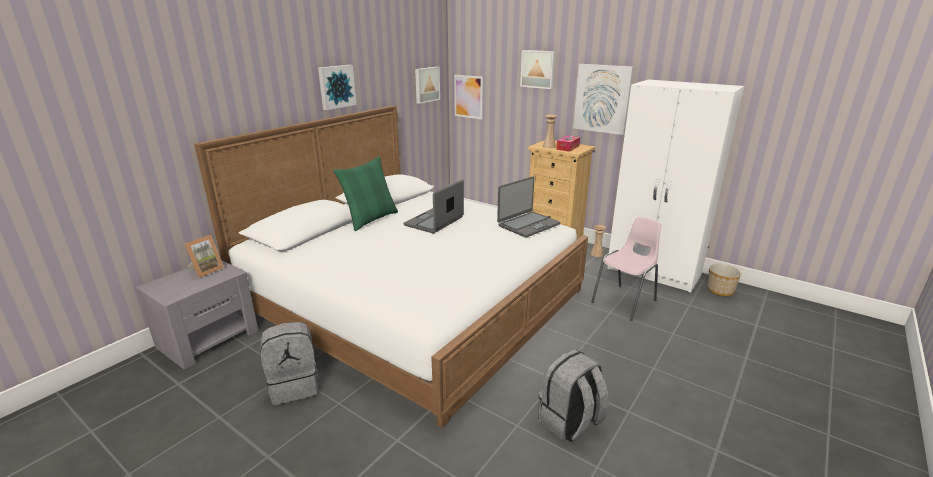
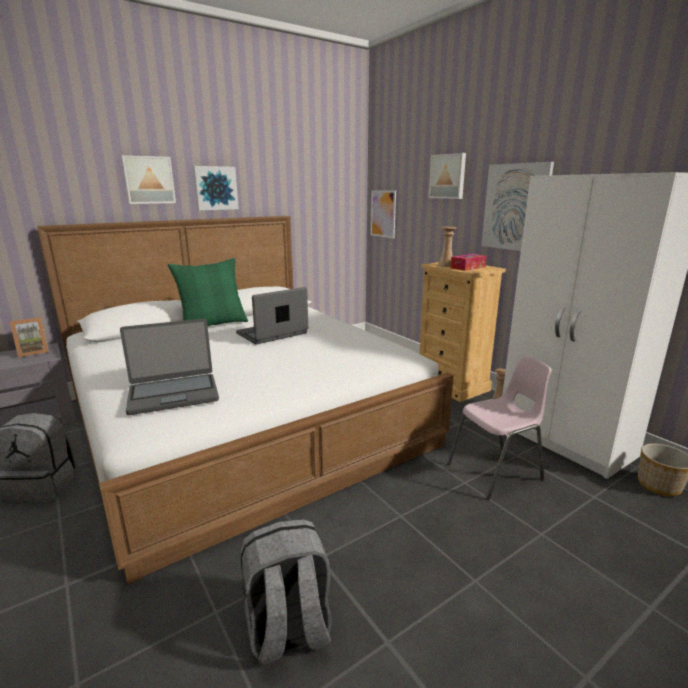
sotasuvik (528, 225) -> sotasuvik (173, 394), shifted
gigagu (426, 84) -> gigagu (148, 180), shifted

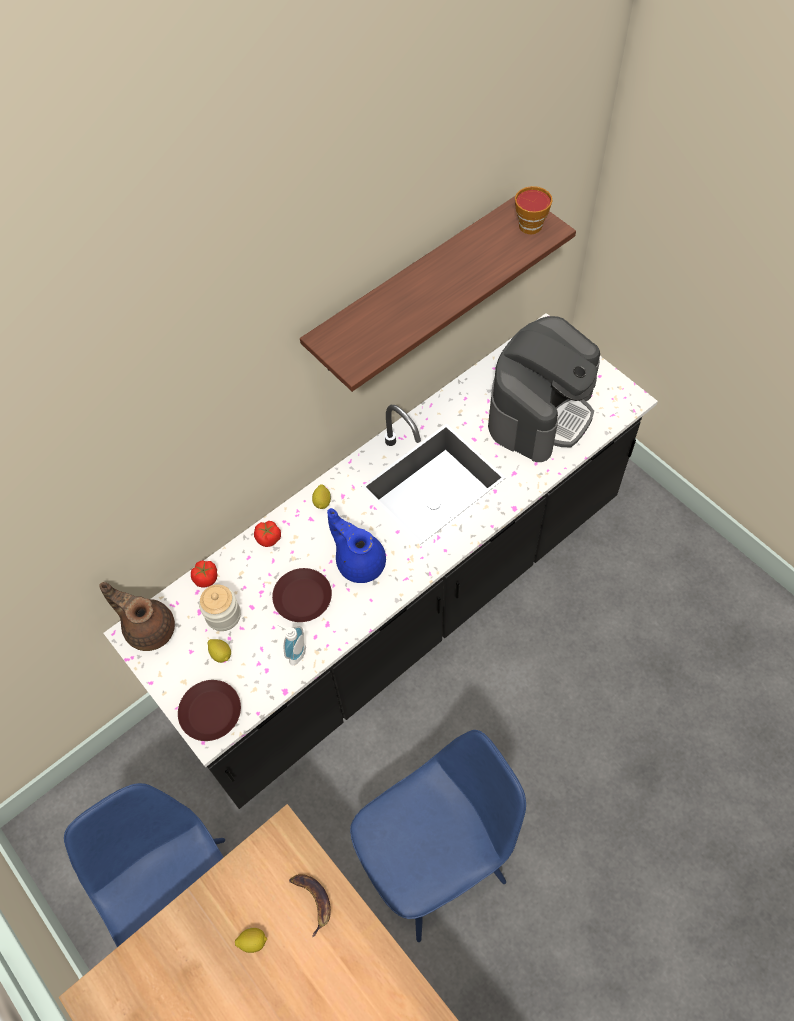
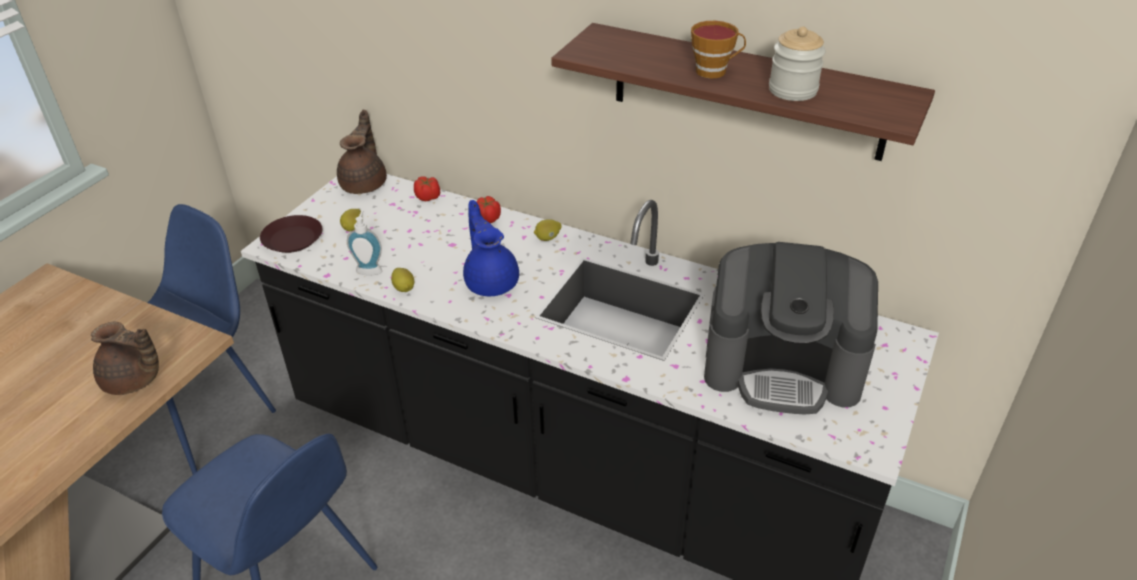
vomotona (312, 901) -> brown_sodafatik (134, 381)
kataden (253, 941) -> kataden (404, 288), shifted
blue_sodafatik (359, 561) -> blue_sodafatik (491, 281), 45 degrees counterclockwise
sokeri (531, 223) -> sokeri (714, 71), shifted
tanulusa (223, 615) -> tanulusa (792, 90), shifted
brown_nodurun (302, 598) -> none

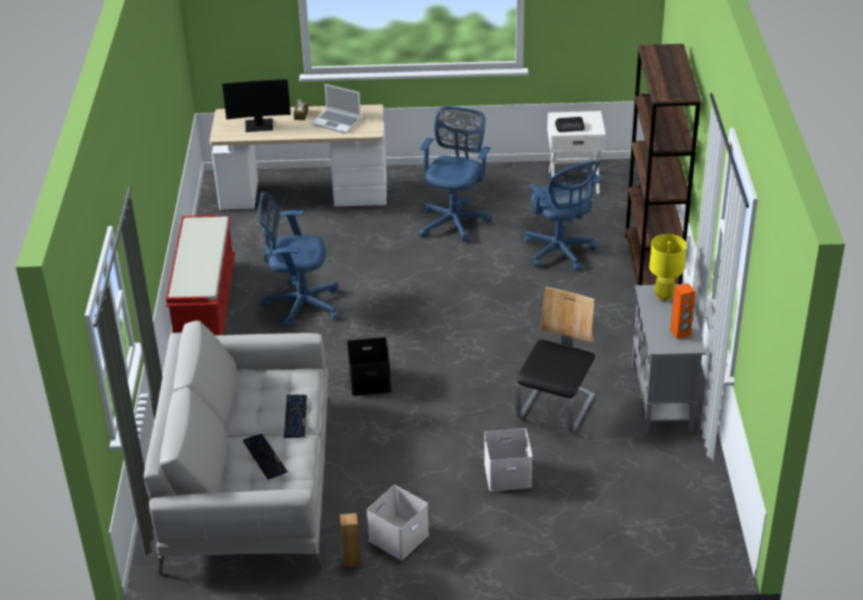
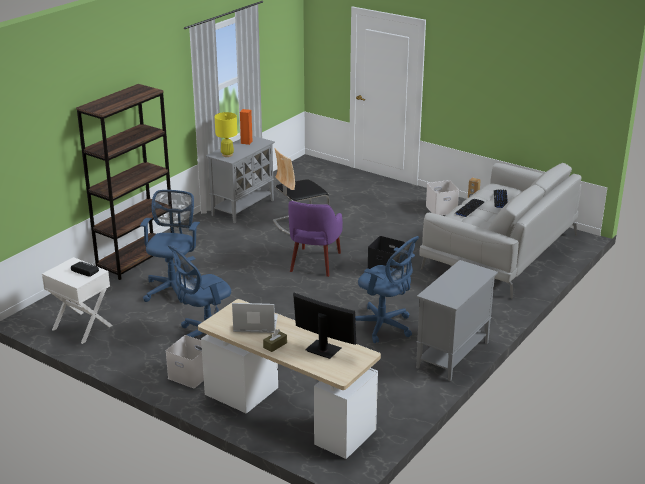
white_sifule (508, 474) -> white_sifule (189, 375), shifted
sotasuvik (337, 122) -> sotasuvik (255, 325), 60 degrees counterclockwise
none -> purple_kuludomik (314, 263)
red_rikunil (204, 303) -> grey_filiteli (452, 355)

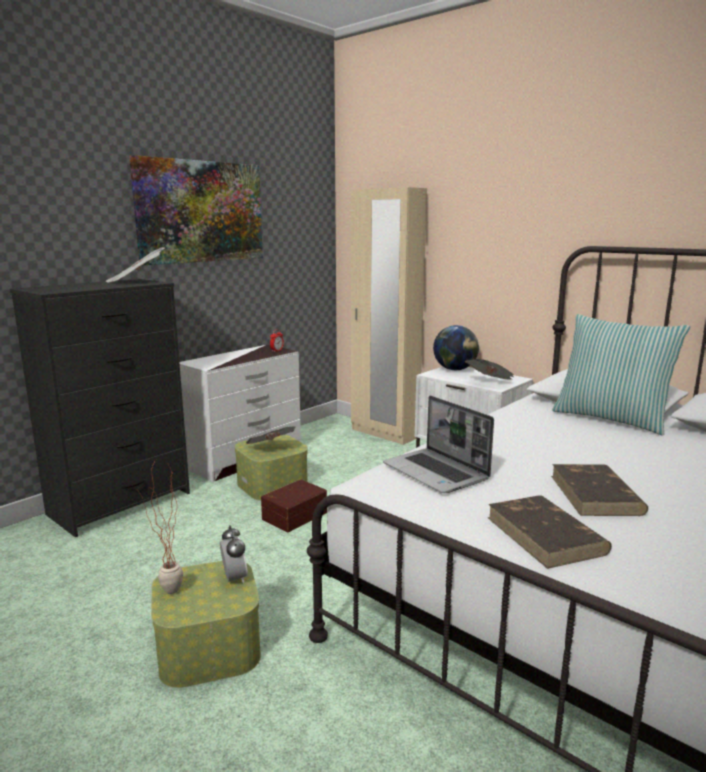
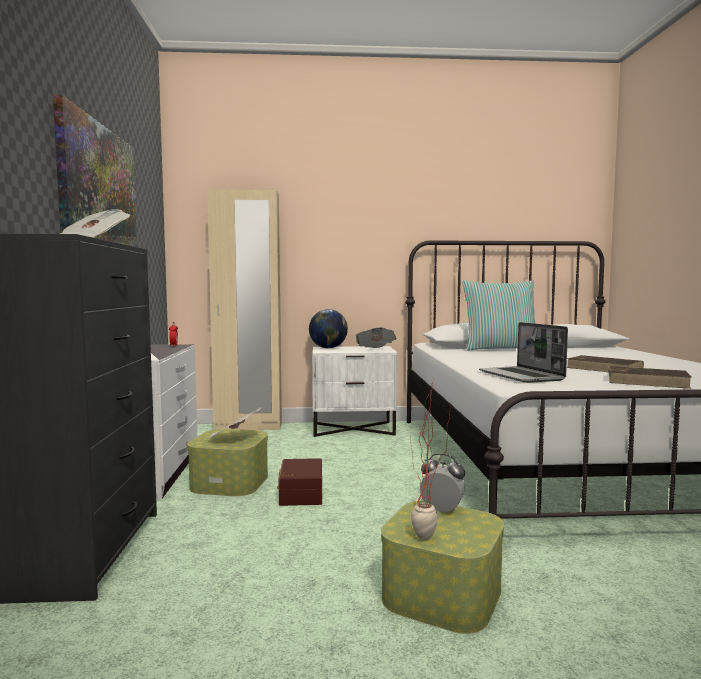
sotasuvik (437, 472) -> sotasuvik (522, 376), 60 degrees clockwise

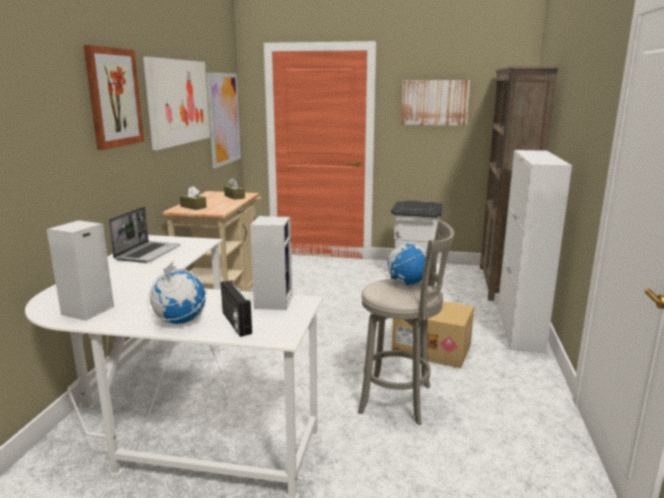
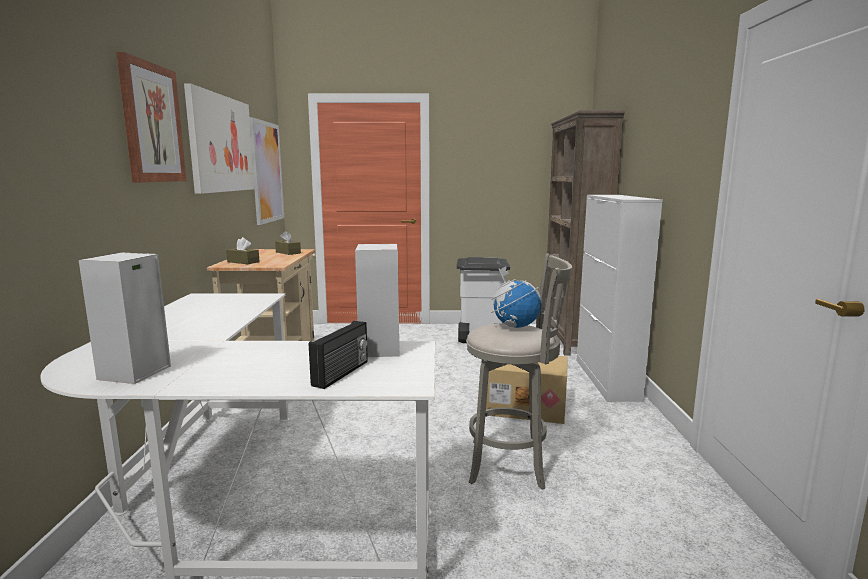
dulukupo (235, 323) -> dulukupo (342, 373), 120 degrees counterclockwise
sotasuvik (148, 253) -> none
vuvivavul (179, 322) -> none
gigagu (434, 102) -> none

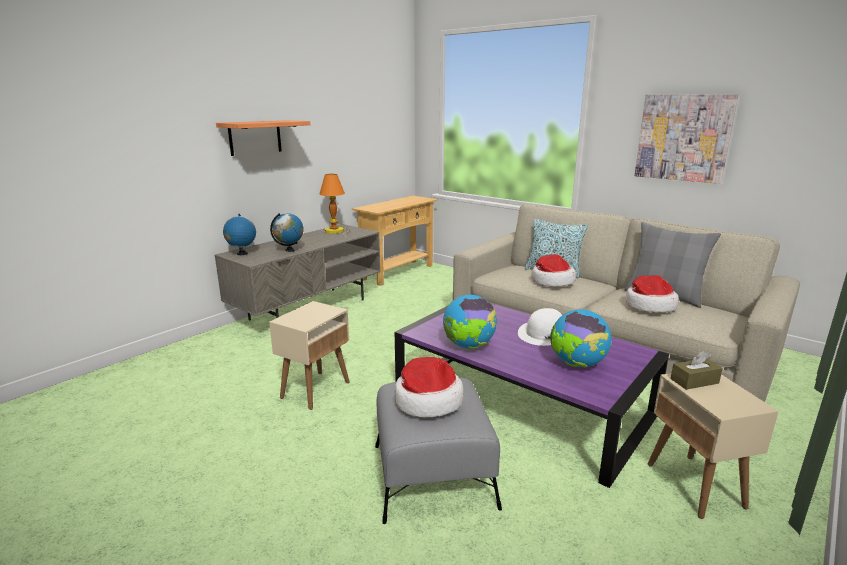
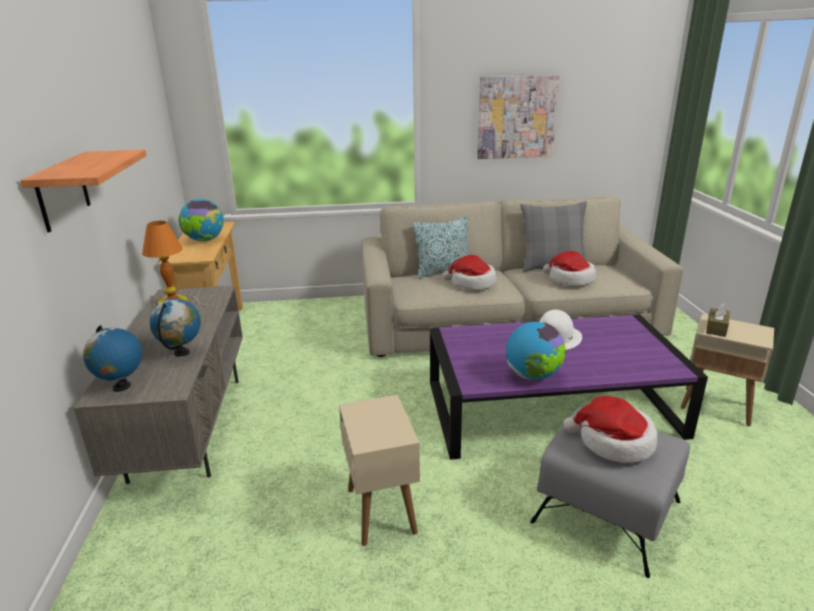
vuvivavul (577, 364) -> vuvivavul (205, 240), shifted

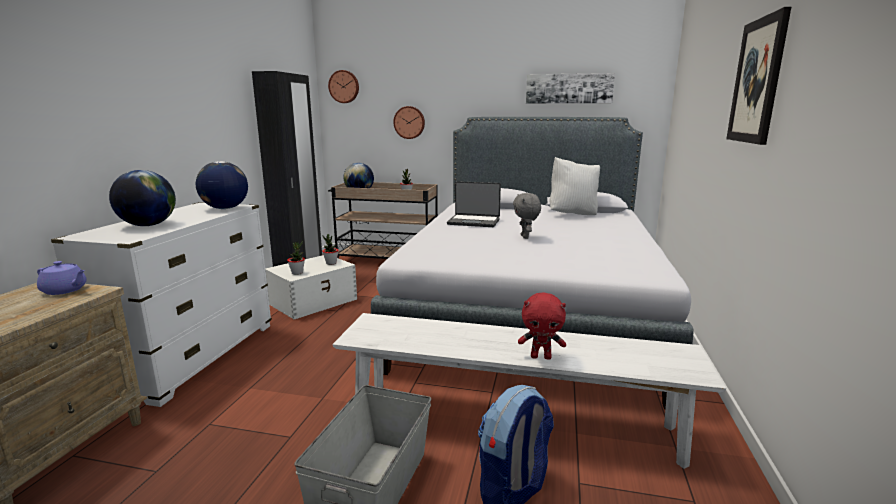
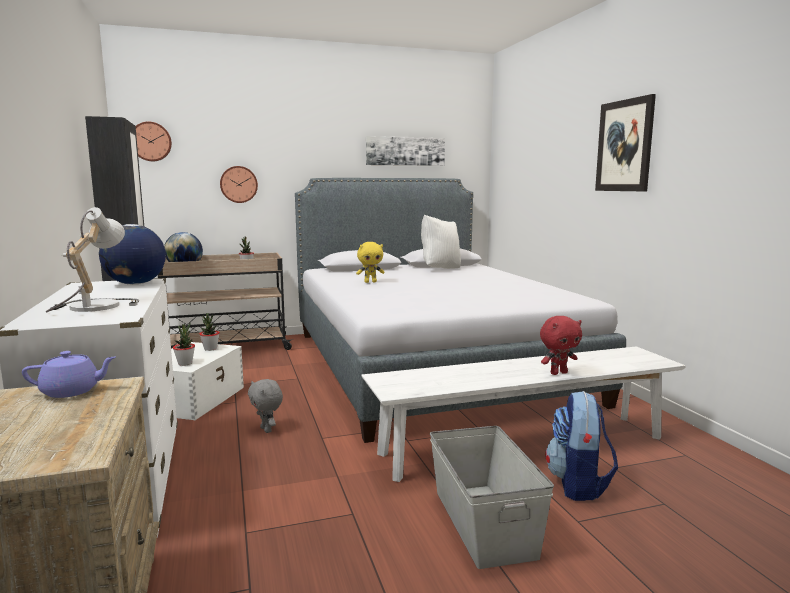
vuvivavul (148, 225) -> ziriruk (91, 306)
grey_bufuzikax (525, 237) -> grey_bufuzikax (267, 430), shifted
sotasuvik (474, 222) -> yellow_bufuzikax (370, 282)

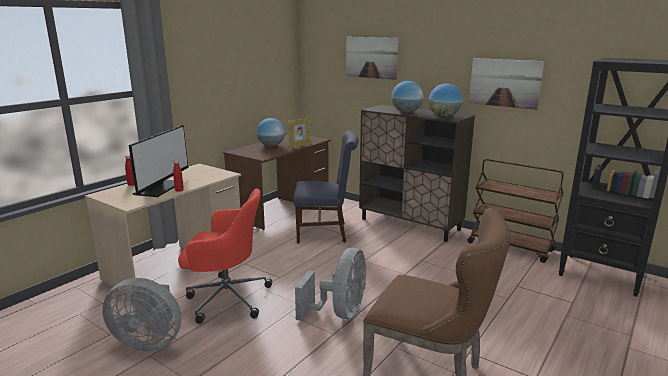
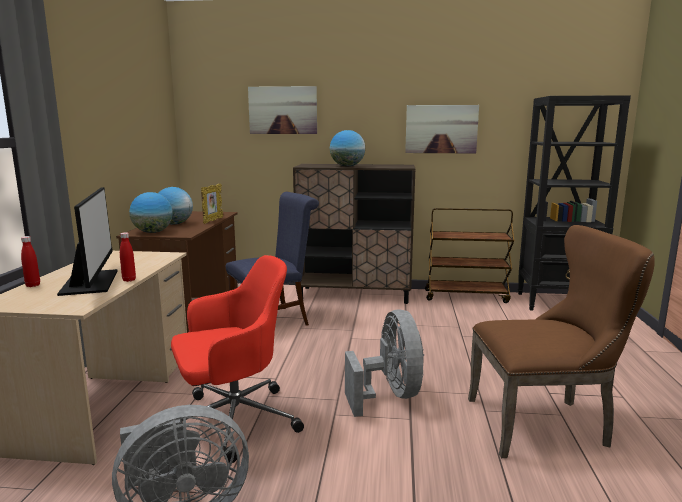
vuvivavul (444, 117) -> vuvivavul (152, 232), shifted

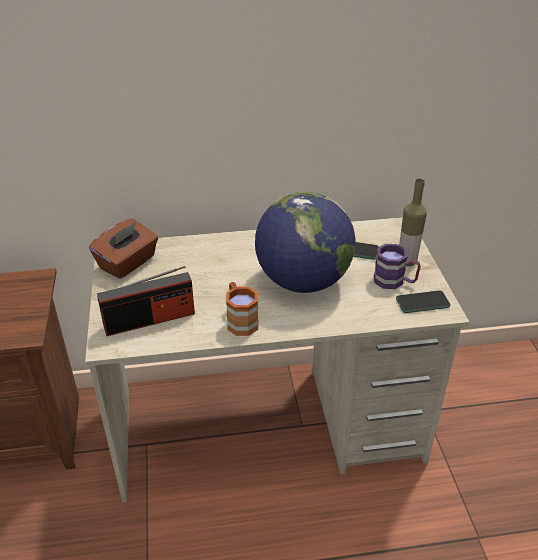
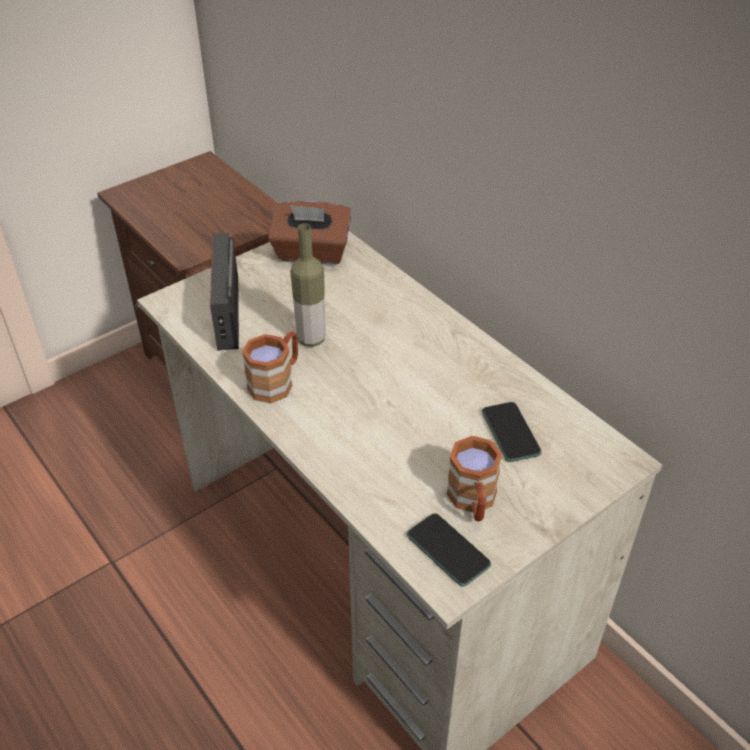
dulukupo (150, 320) -> dulukupo (228, 312), 45 degrees clockwise
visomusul (407, 261) -> visomusul (311, 339), shifted
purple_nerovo (395, 281) -> brown_nerovo (473, 501)
vuvivavul (303, 281) -> none

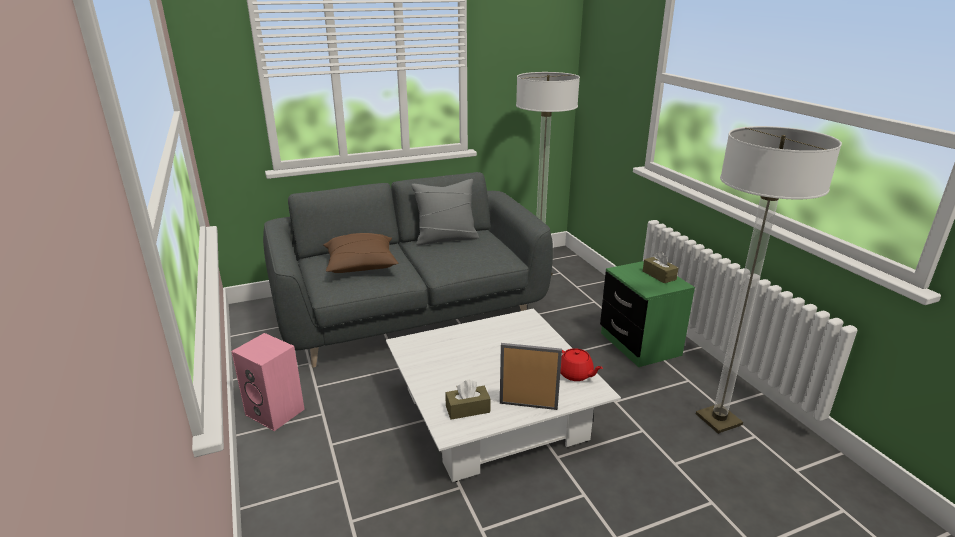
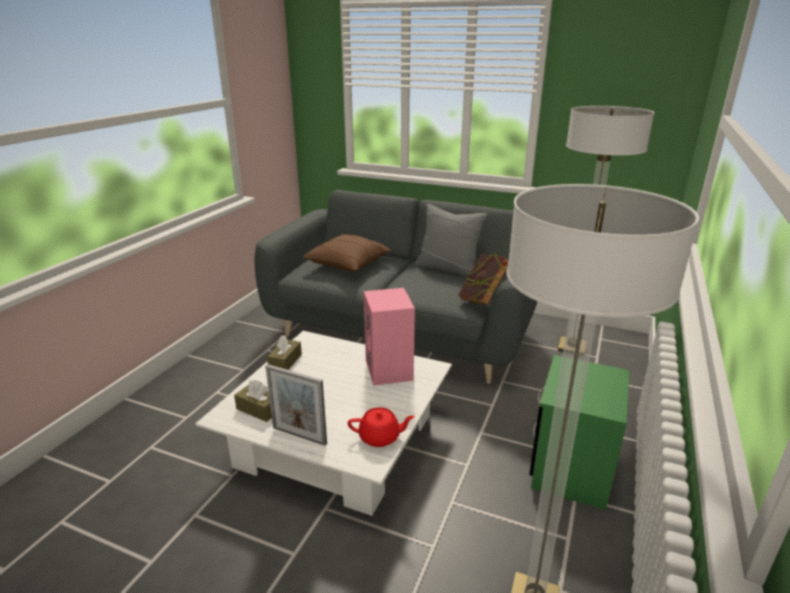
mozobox (528, 405) -> mozobox (299, 435), 150 degrees clockwise
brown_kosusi (659, 275) -> brown_kosusi (285, 362), shifted
red_sodafatik (575, 374) -> red_sodafatik (380, 437), 90 degrees counterclockwise
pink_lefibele (276, 412) -> pink_lefibele (390, 370), shifted
none -> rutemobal (482, 301)

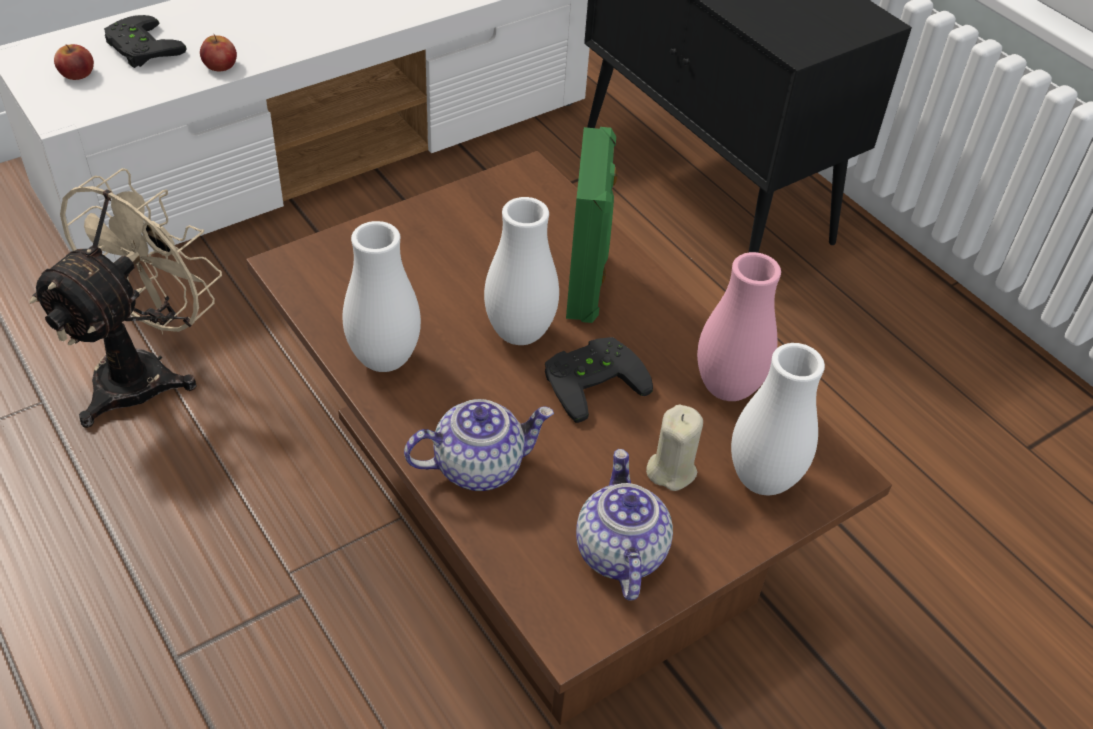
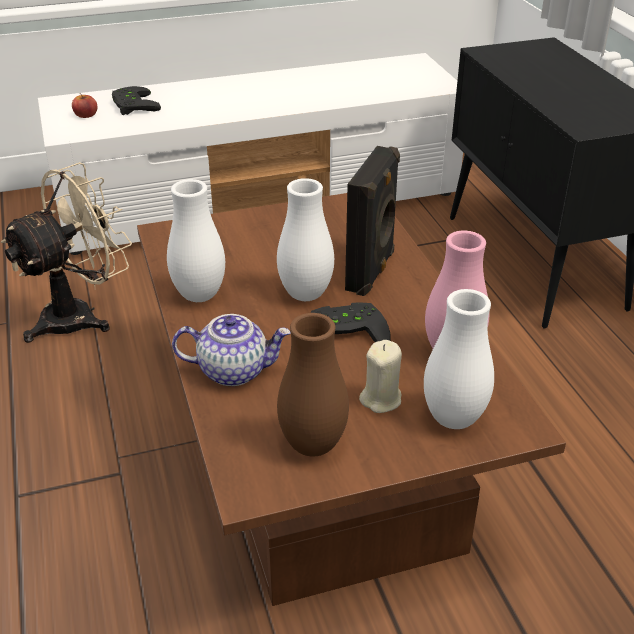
sodafatik (619, 551) -> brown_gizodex (313, 445)
green_lefibele (586, 284) -> black_lefibele (372, 271)
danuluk (220, 64) -> none

